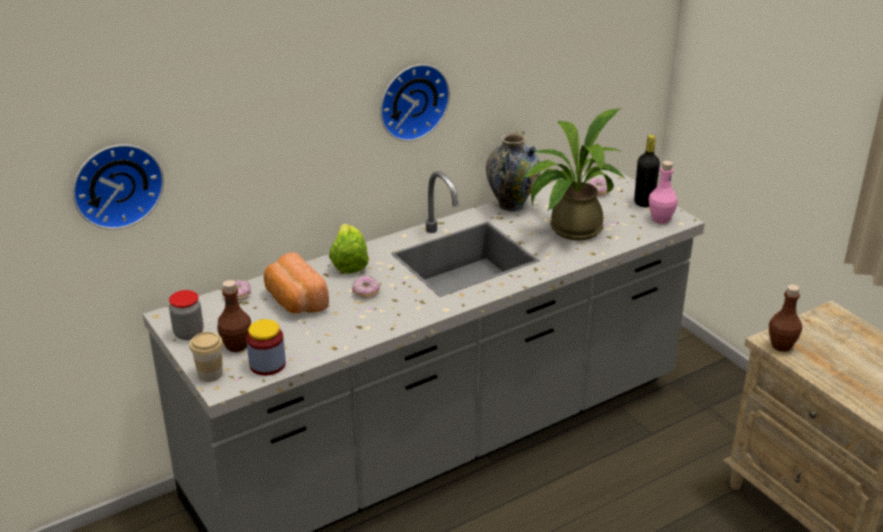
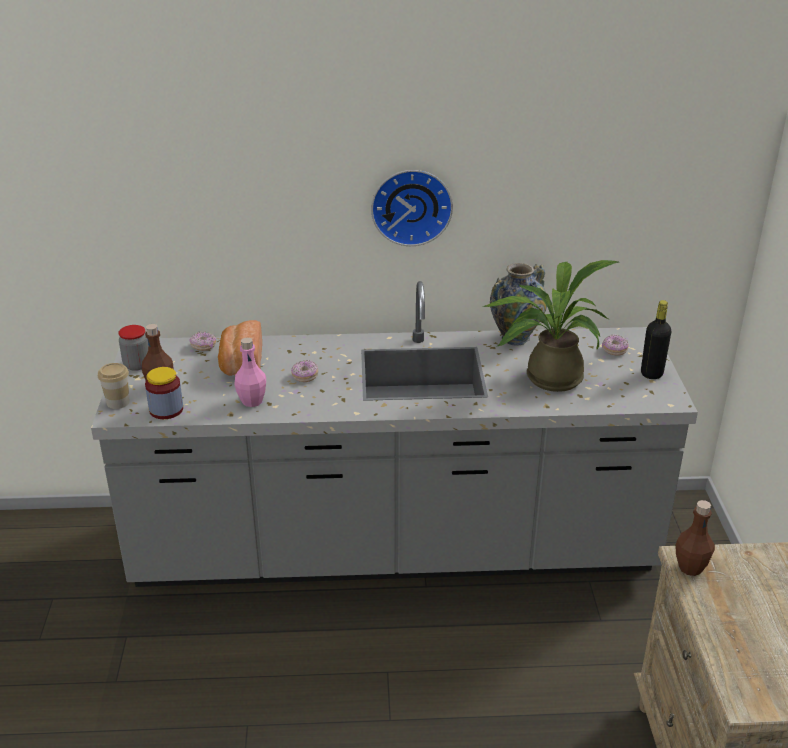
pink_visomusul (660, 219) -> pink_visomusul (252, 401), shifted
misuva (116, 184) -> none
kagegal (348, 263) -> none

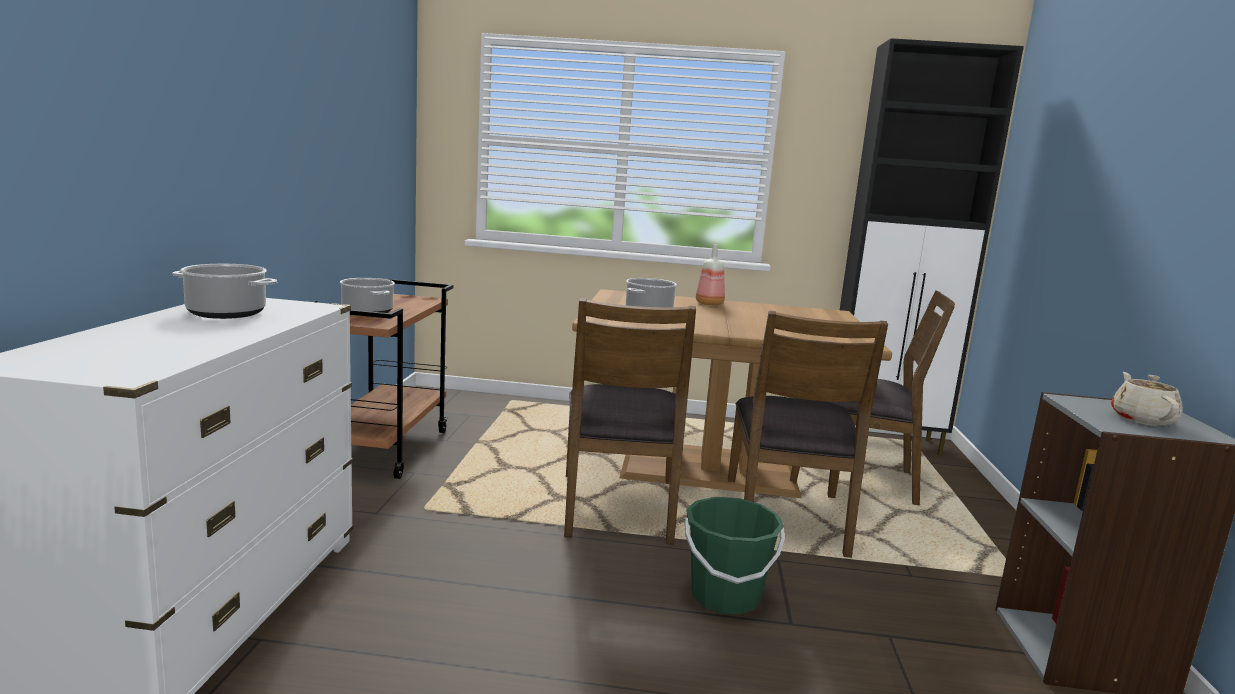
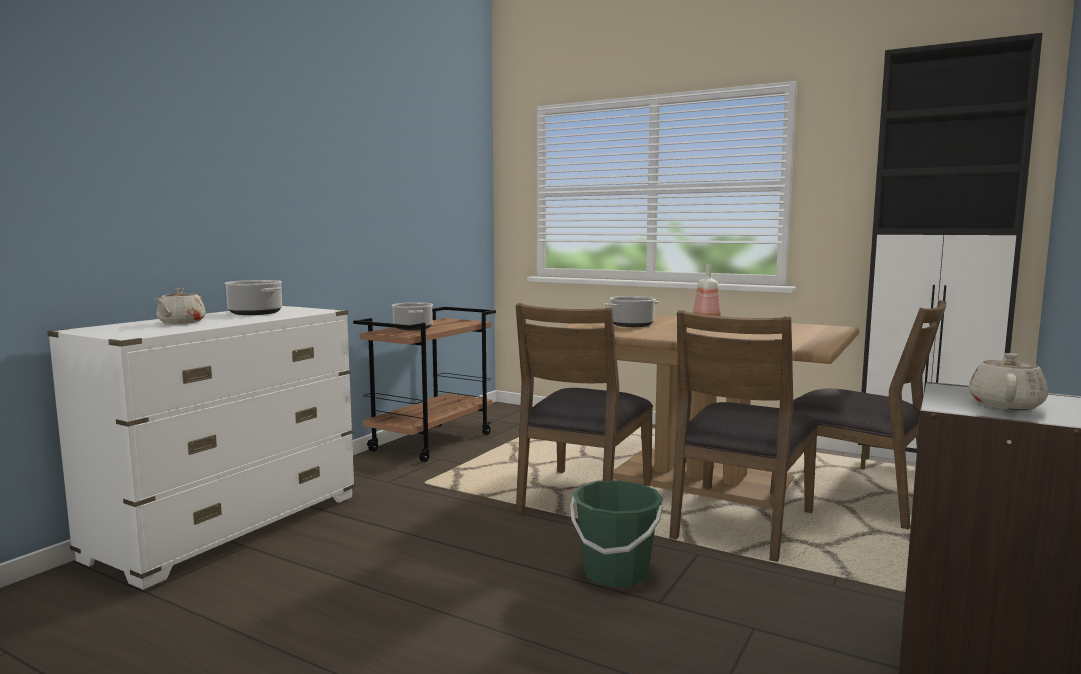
none -> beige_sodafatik (181, 322)

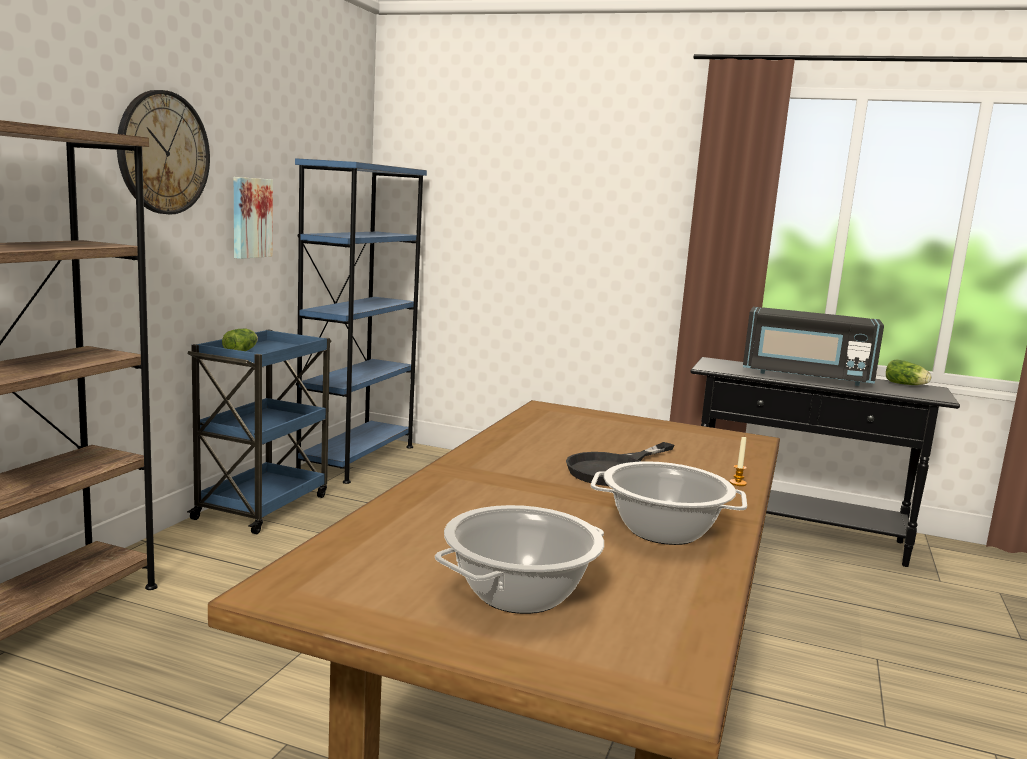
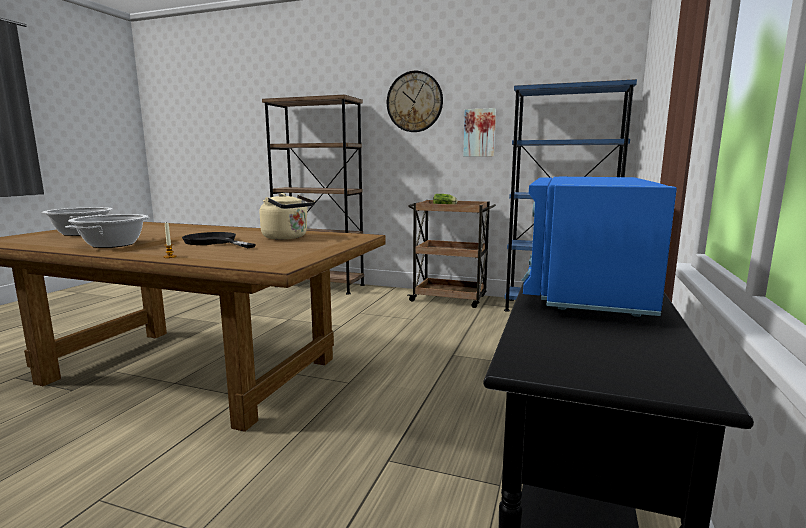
none -> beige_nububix (287, 237)
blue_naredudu (263, 506) -> brown_naredudu (450, 299)
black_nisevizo (806, 376) -> blue_nisevizo (585, 287)
kagegal (906, 385) -> none

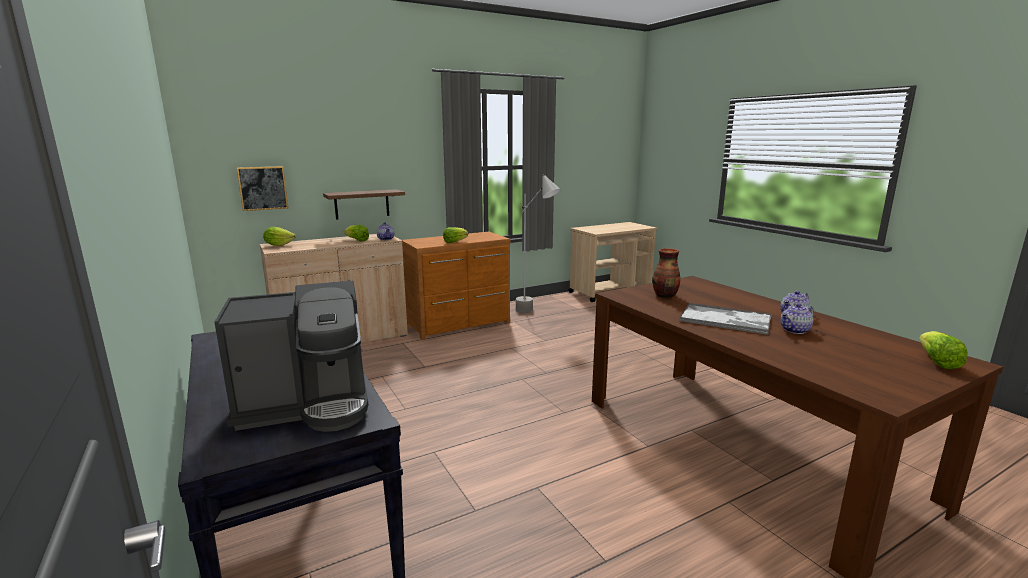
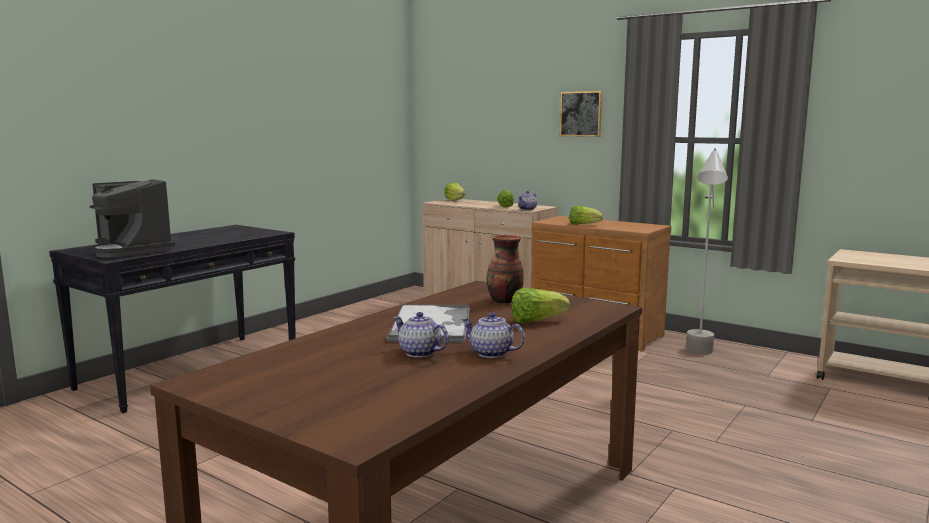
kagegal (936, 362) -> kagegal (536, 321), shifted
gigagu (263, 188) -> gigagu (581, 114), shifted
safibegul (362, 204) -> none

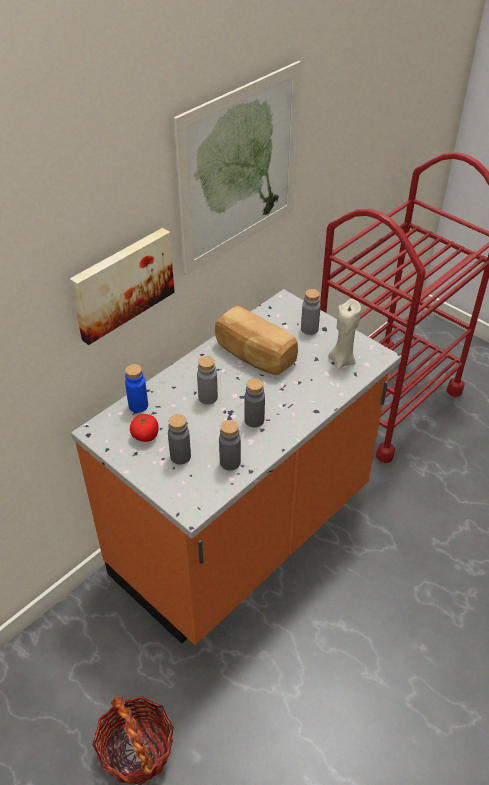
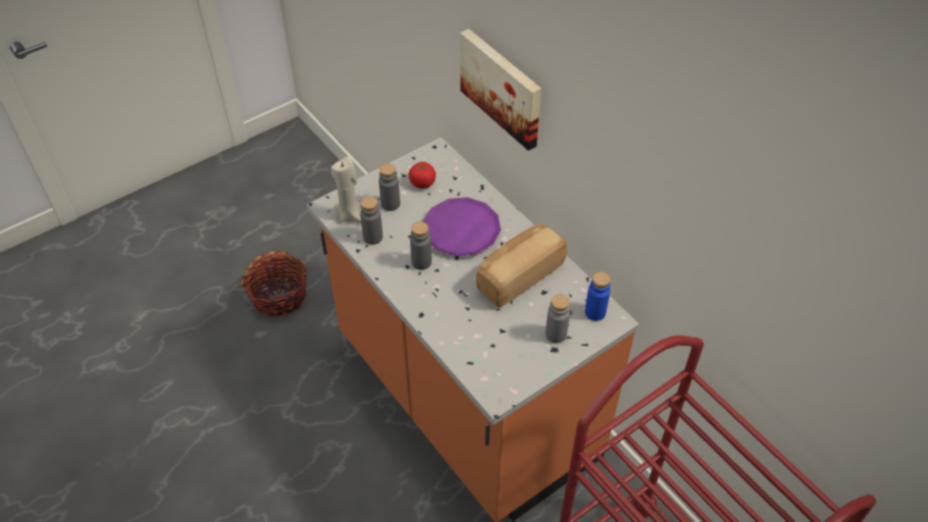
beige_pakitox (342, 360) -> beige_pakitox (350, 214), shifted
grey_visomusul (208, 397) -> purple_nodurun (461, 231)
blue_visomusul (138, 405) -> blue_visomusul (595, 312), shifted
gigagu (240, 169) -> none

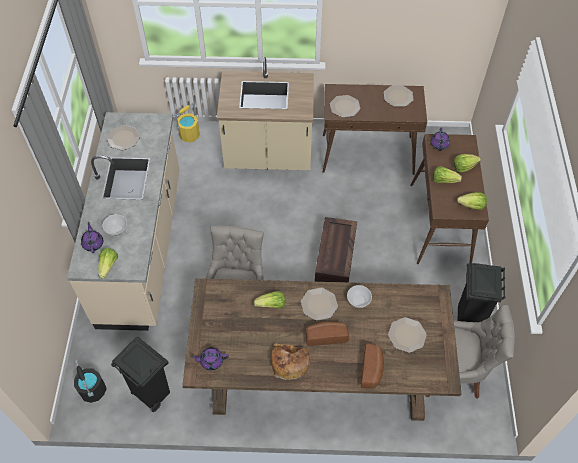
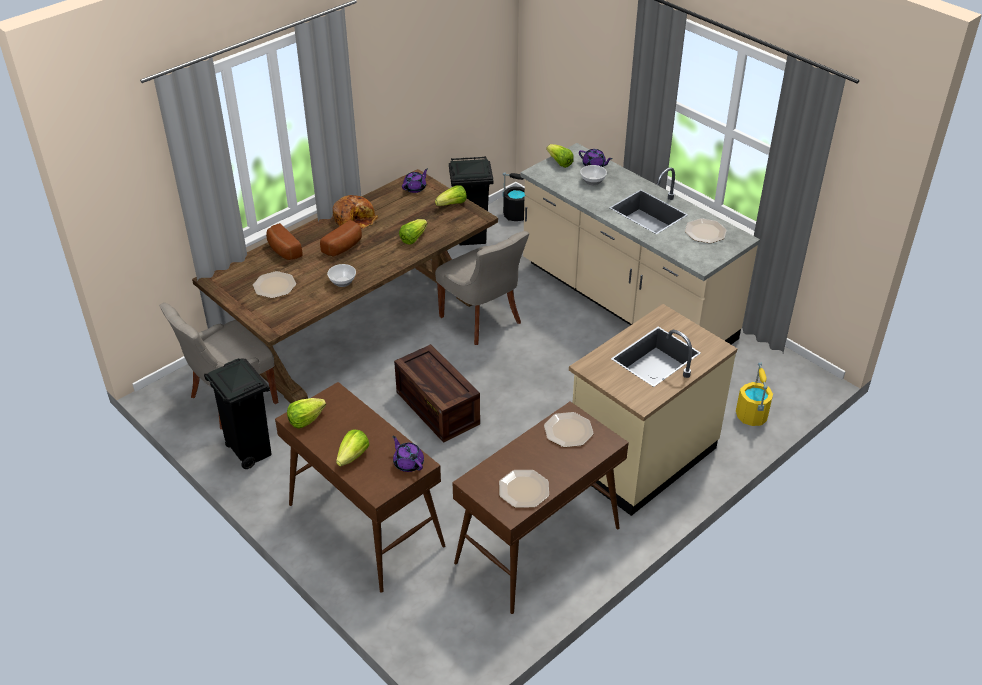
kagegal (444, 180) -> kagegal (452, 204), shifted
nodurun (319, 304) -> none

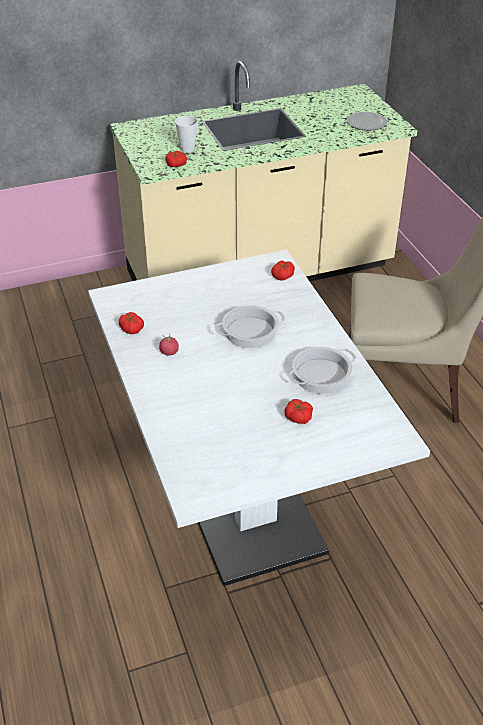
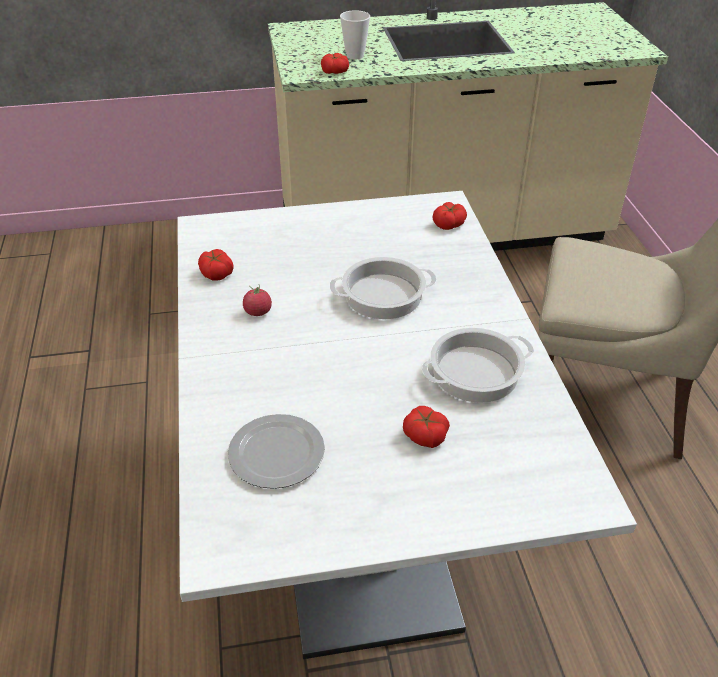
nodurun (366, 123) -> nodurun (276, 452), shifted

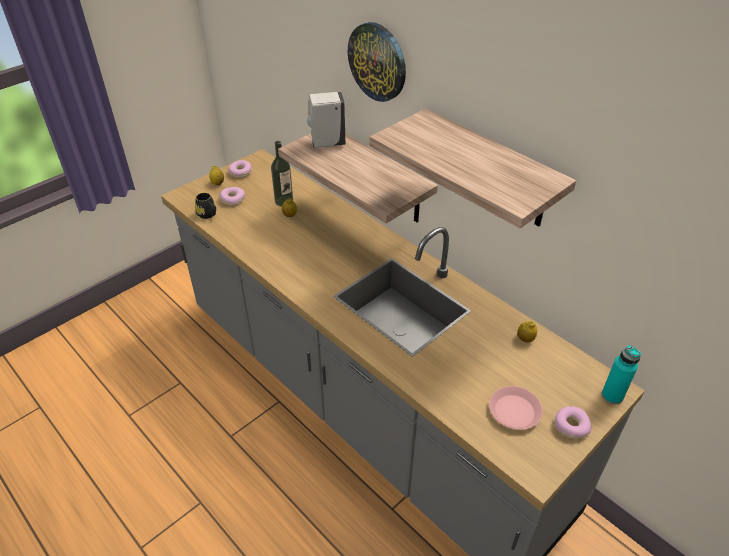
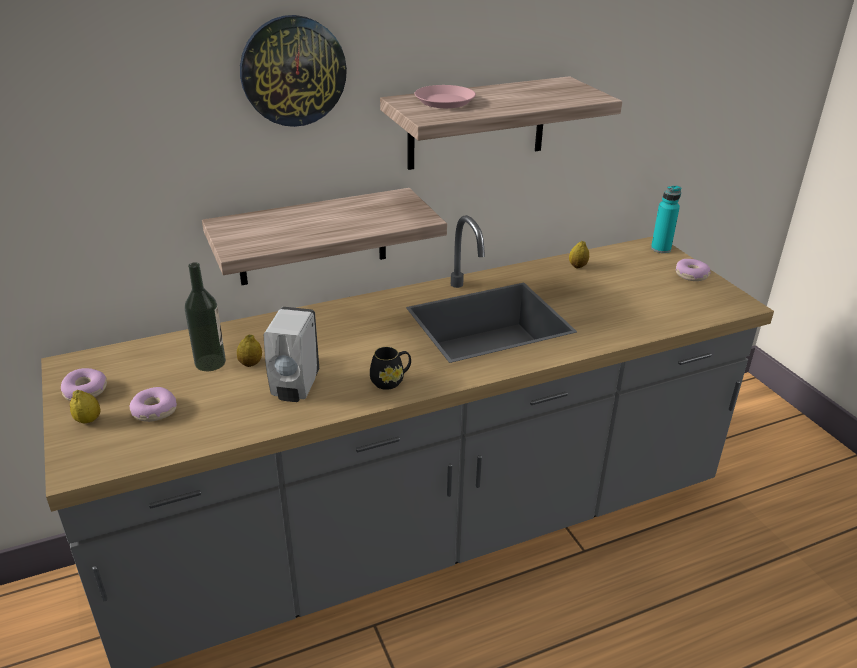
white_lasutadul (326, 143) -> white_lasutadul (295, 388), shifted
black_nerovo (208, 215) -> black_nerovo (391, 380), shifted
pink_nodurun (514, 411) -> pink_nodurun (445, 101), shifted

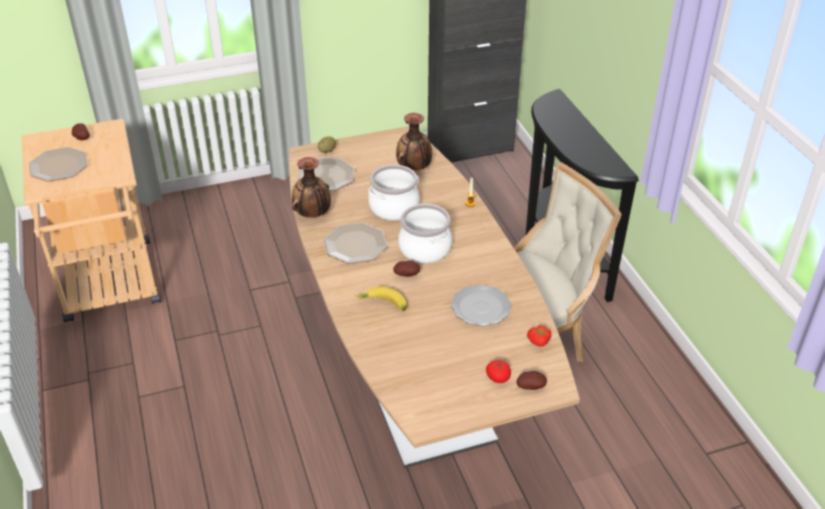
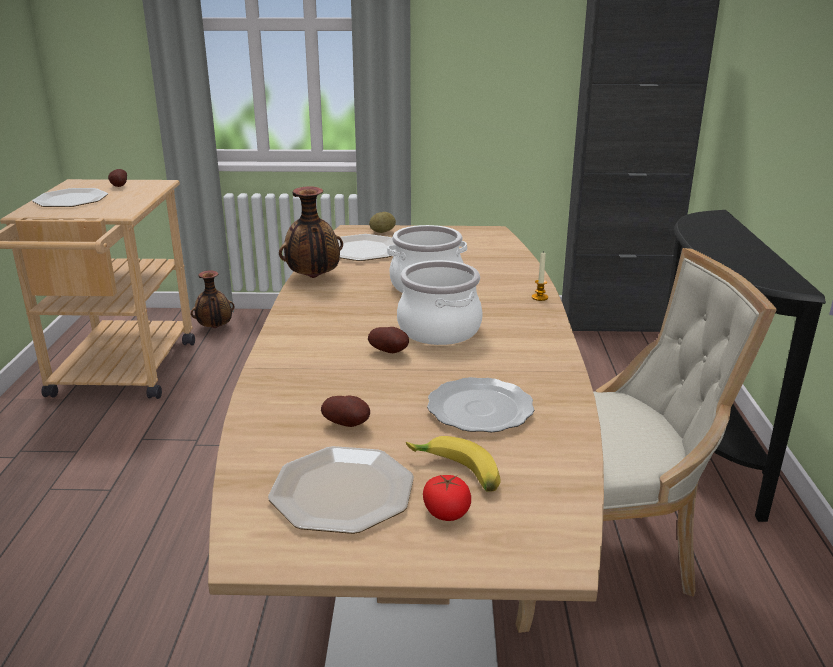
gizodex (414, 168) -> gizodex (215, 328), shifted
nodurun (356, 245) -> nodurun (343, 492), shifted
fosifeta (531, 386) -> fosifeta (348, 425), shifted
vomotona (383, 305) -> vomotona (455, 474), shifted
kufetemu (539, 342) -> none

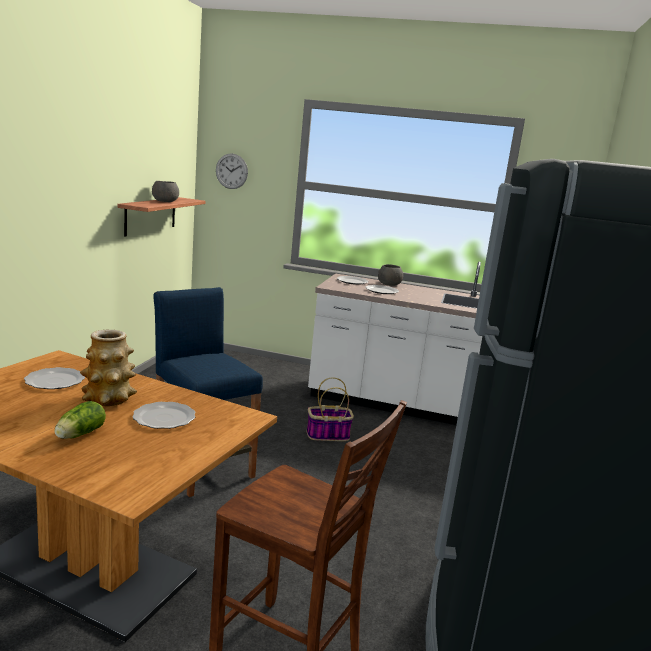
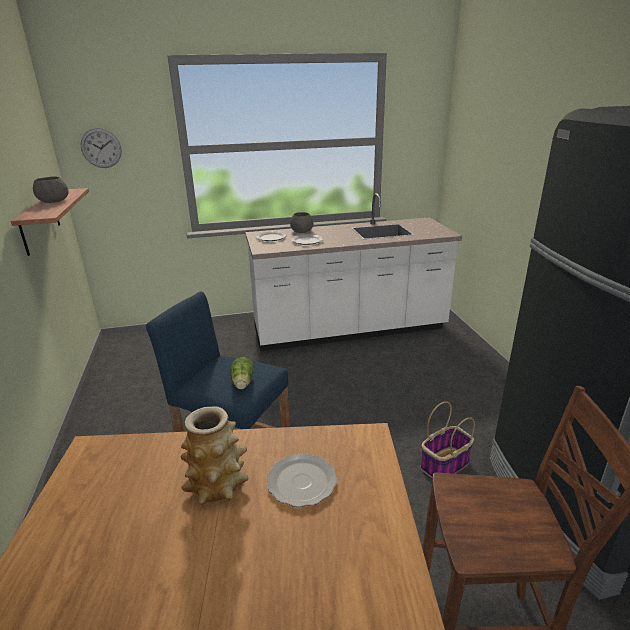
kagegal (78, 435) -> kagegal (242, 383), shifted
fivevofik (327, 435) -> fivevofik (444, 465), shifted
nodurun (54, 381) -> none

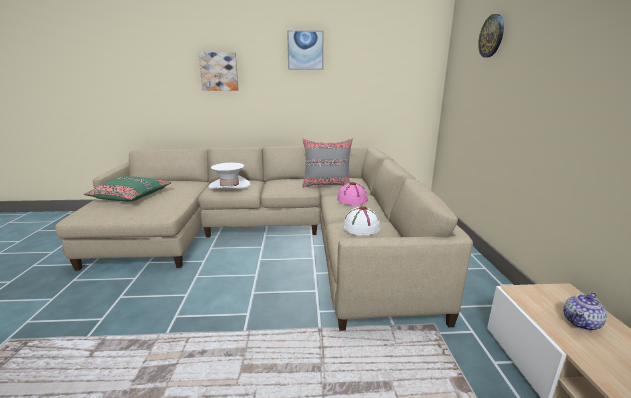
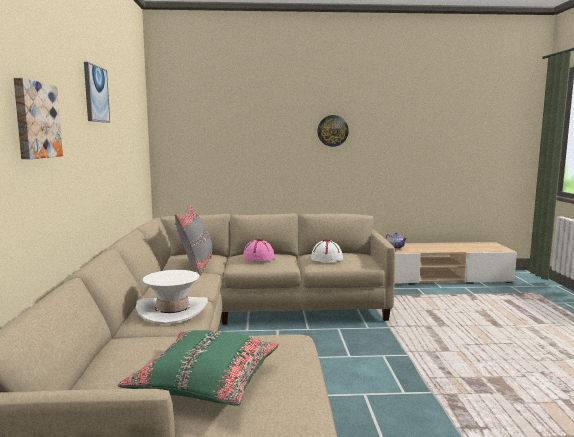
misuva (491, 36) -> misuva (332, 131), shifted

